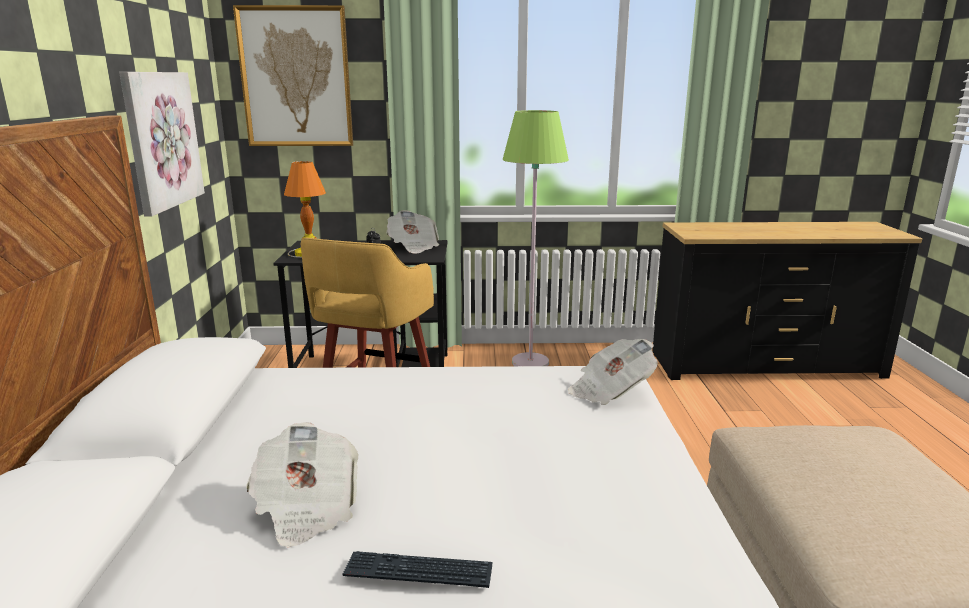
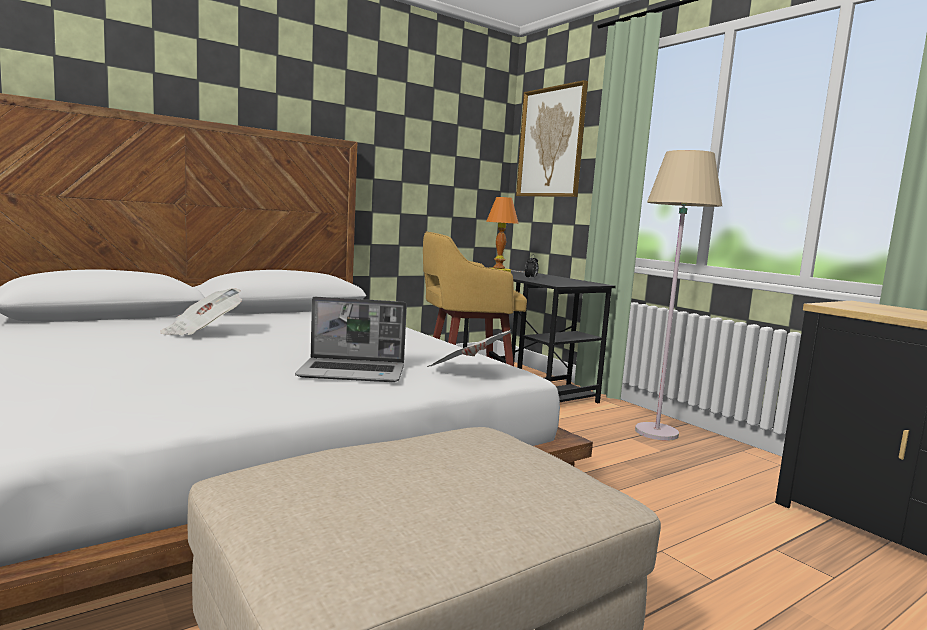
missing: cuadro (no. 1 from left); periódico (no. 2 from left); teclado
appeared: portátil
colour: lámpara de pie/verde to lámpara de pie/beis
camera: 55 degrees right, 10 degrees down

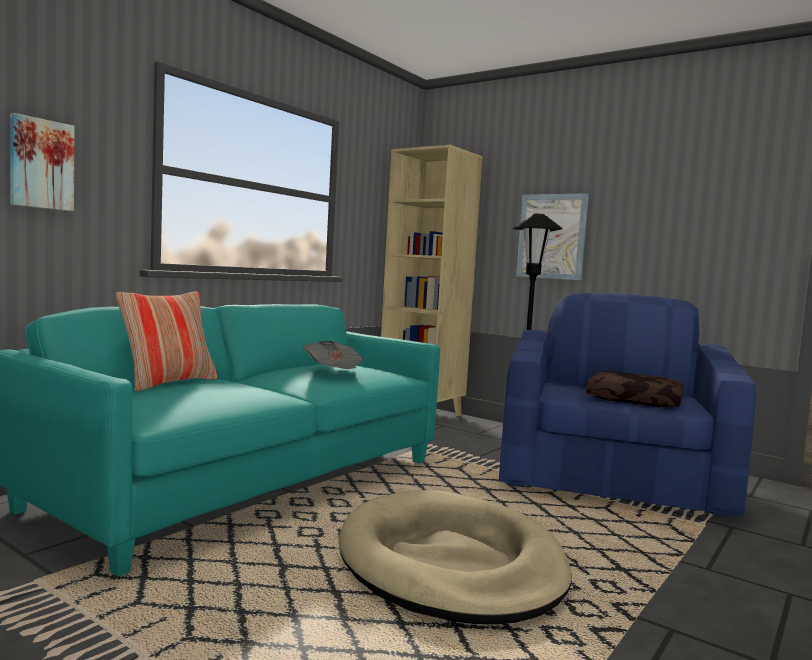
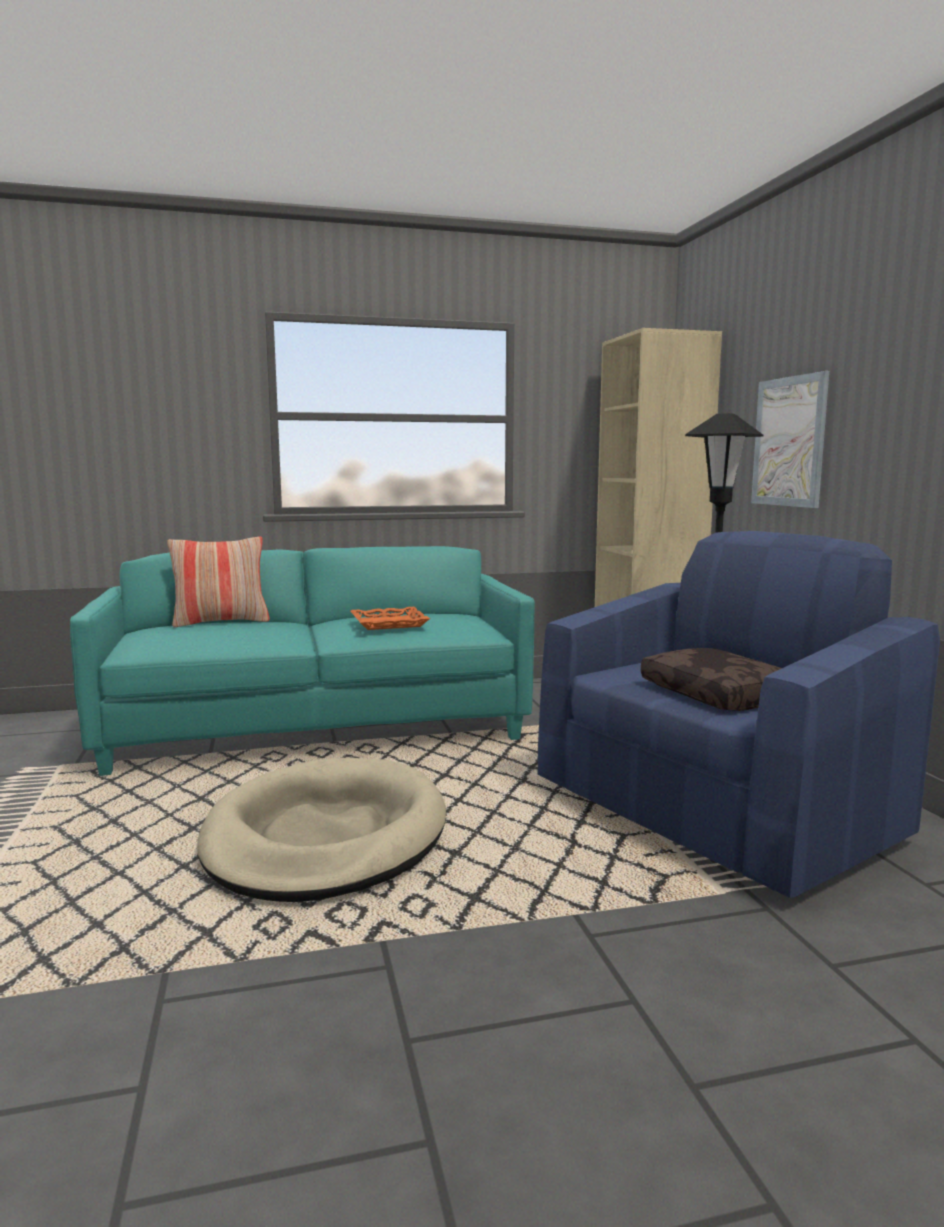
missing: cuadro (no. 1 from left)
exchanged: periódico to bandeja/naranja
camera: 40 degrees right, 5 degrees up

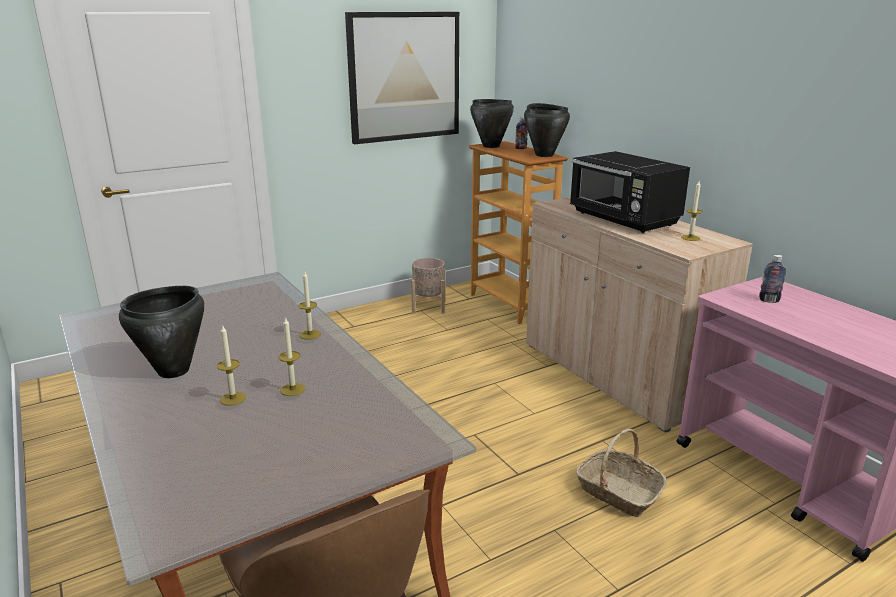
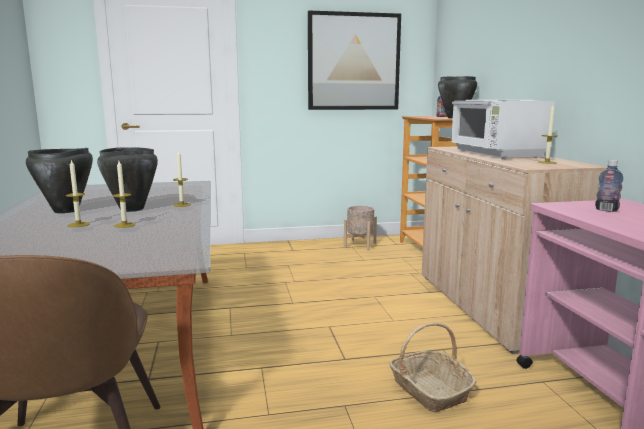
relocated: olla/negro (no. 2 from left)
colour: microondas/negro to microondas/blanco
camera: 20 degrees right, 10 degrees down

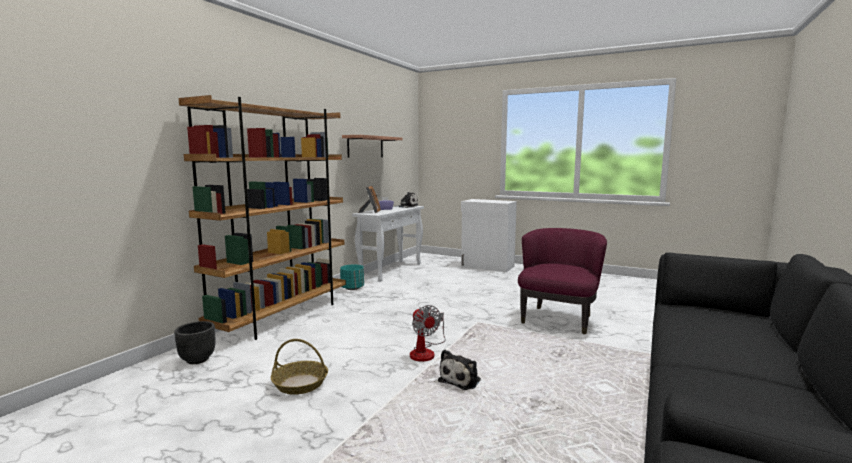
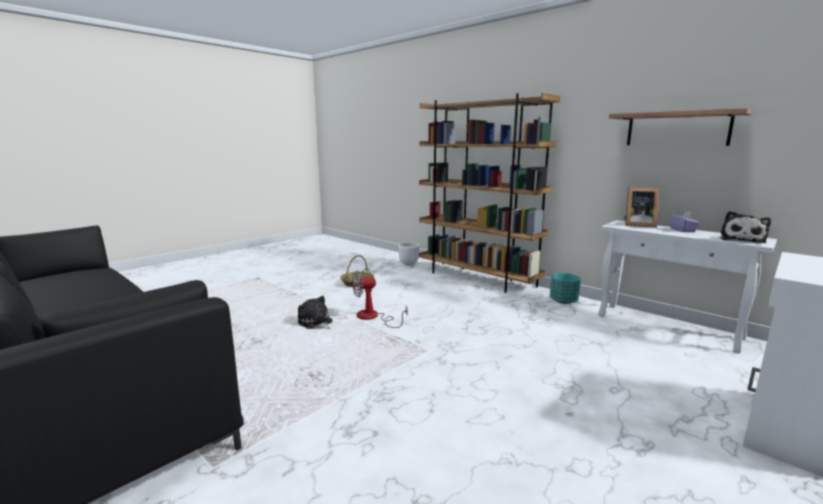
missing: sillón/morado
colour: maceta/negro to maceta/blanco
camera: 105 degrees right, 5 degrees up

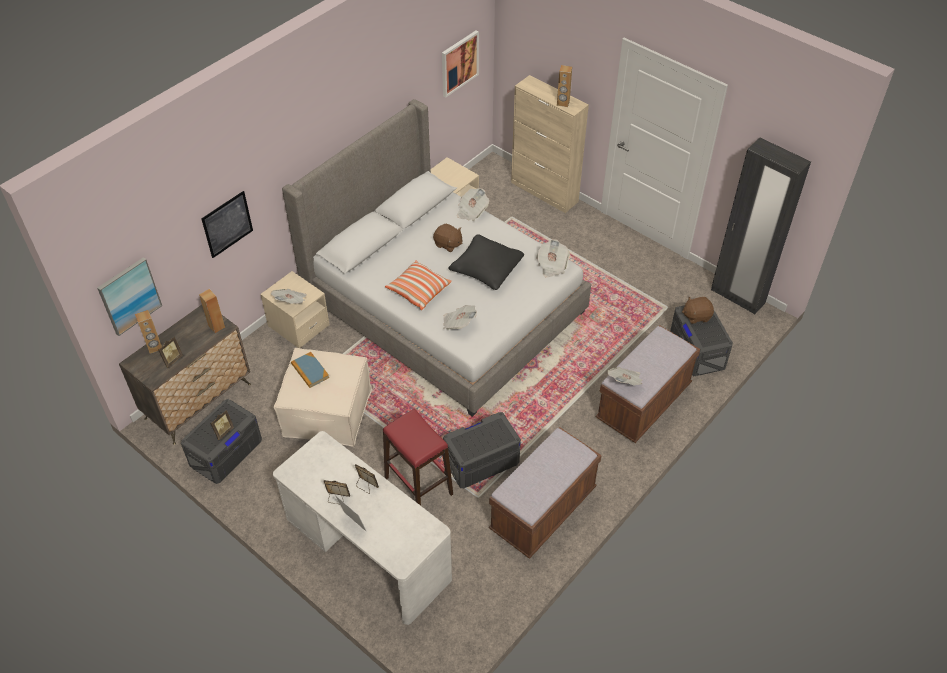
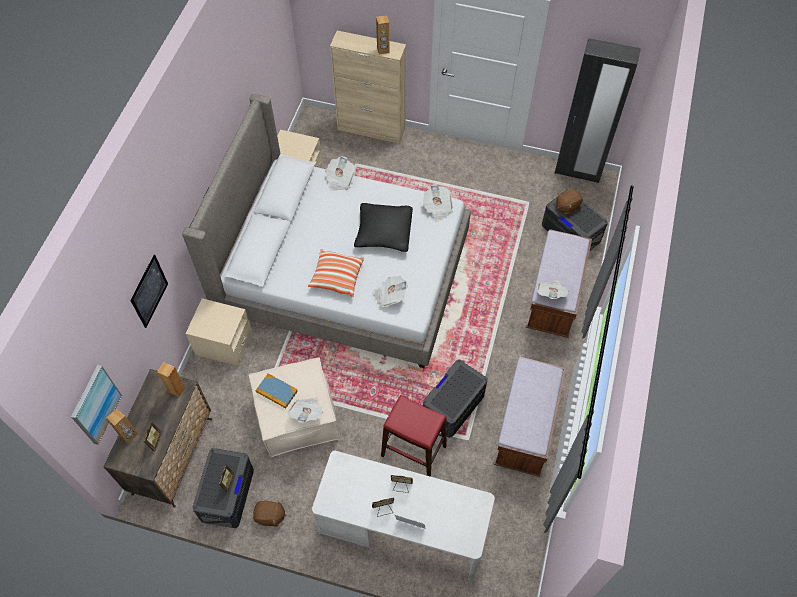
missing: cuadro (no. 3 from left)
relocated: peluche/marrón (no. 1 from left); periódico (no. 1 from left)
camera: 25 degrees left, 10 degrees up

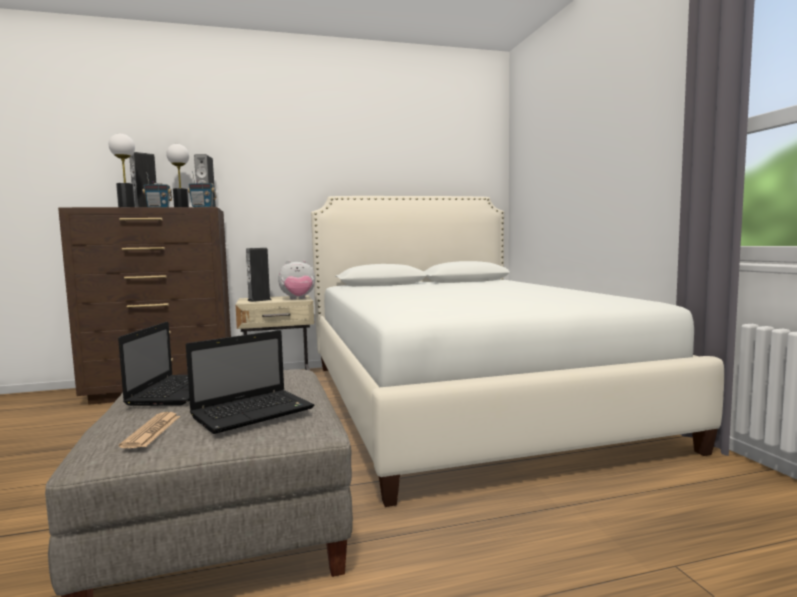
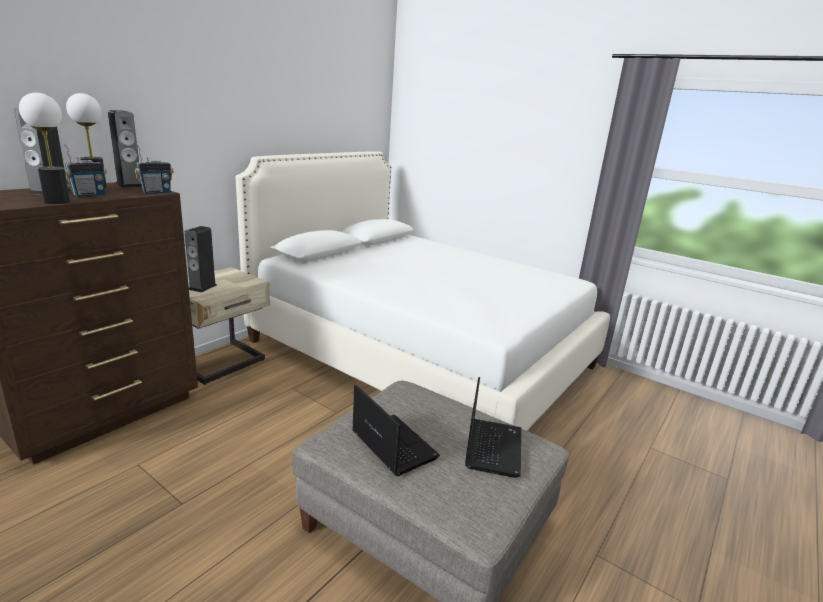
missing: peluche; periódico
camera: 40 degrees left, 15 degrees up

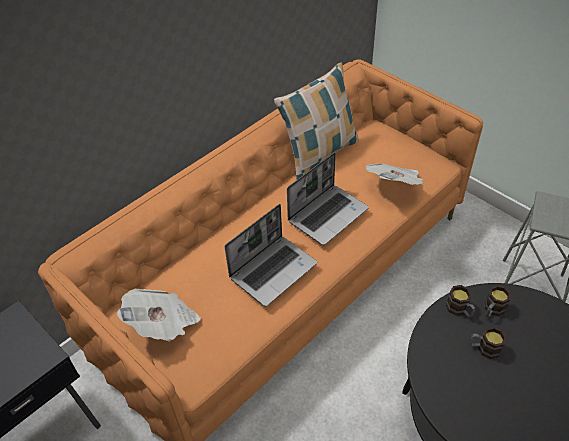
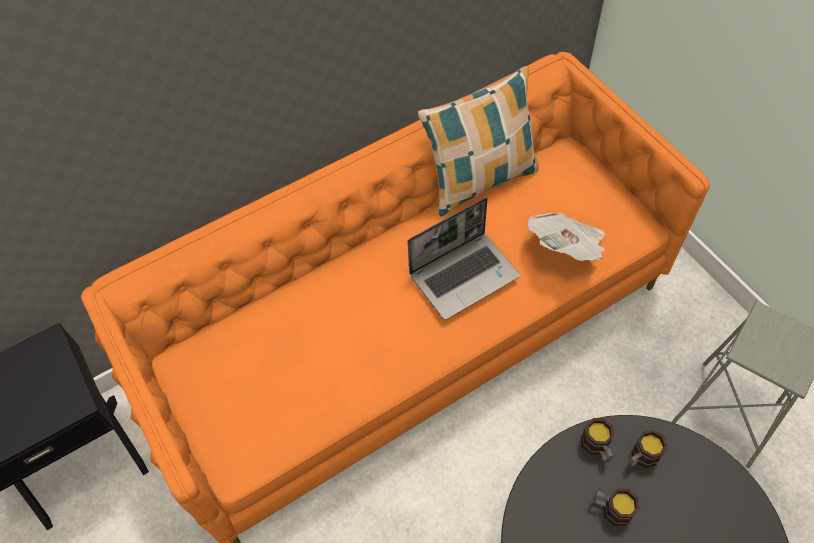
missing: portátil (no. 1 from left); periódico (no. 1 from left)
camera: 15 degrees right, 10 degrees up

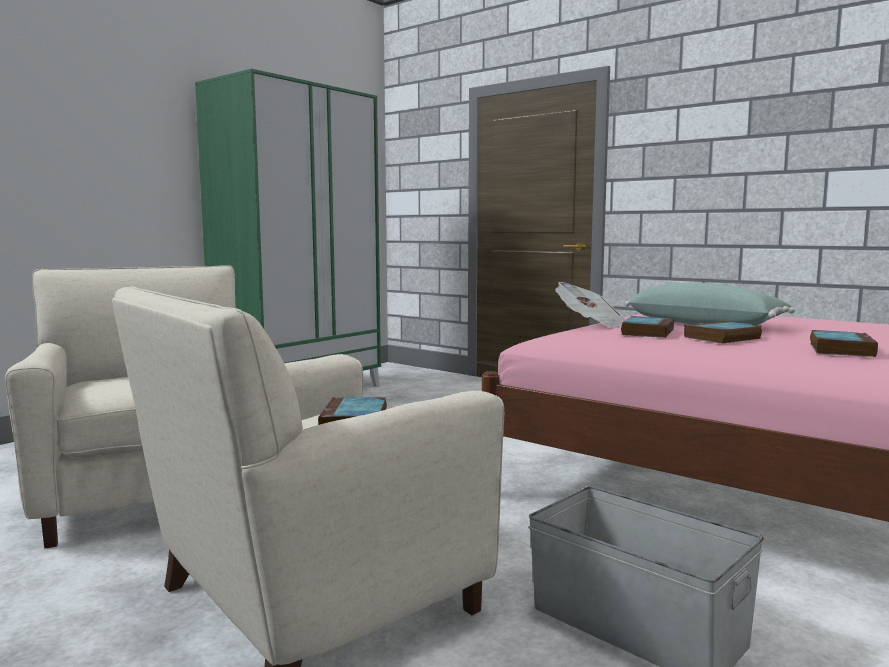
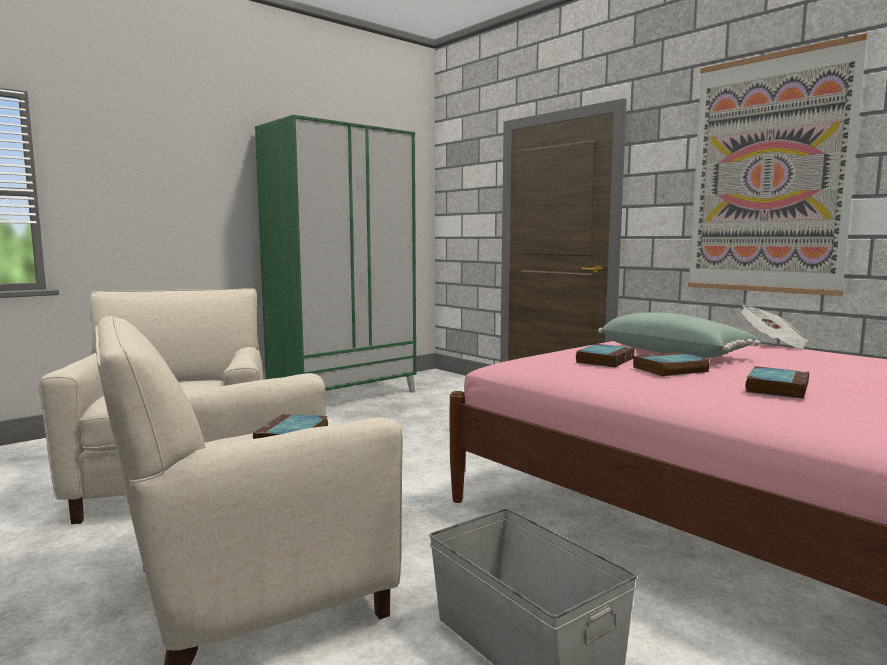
appeared: cuadro
relocated: periódico
camera: 10 degrees right, 0 degrees up

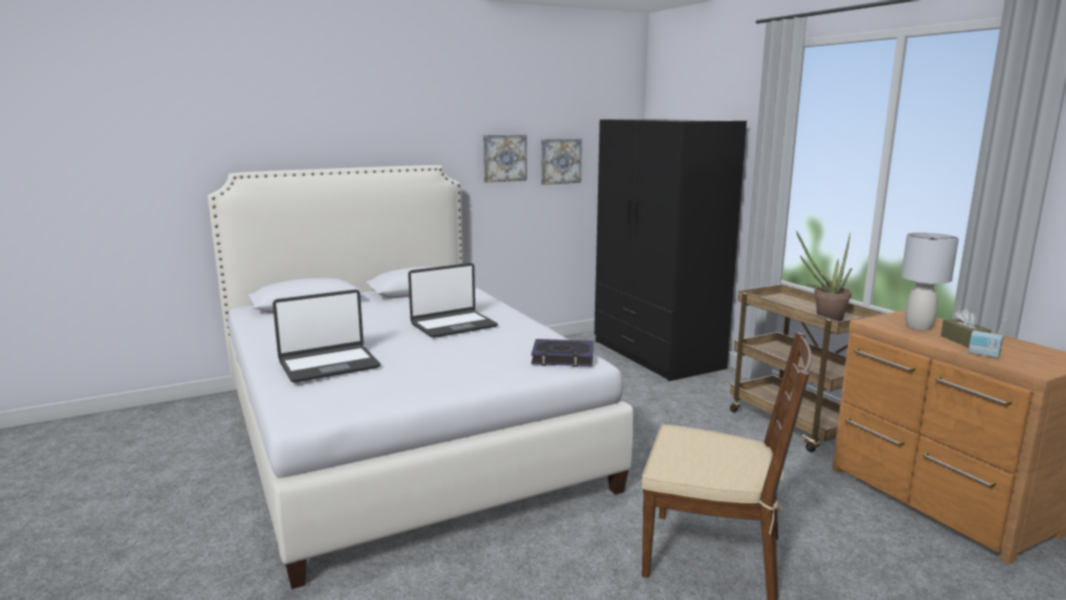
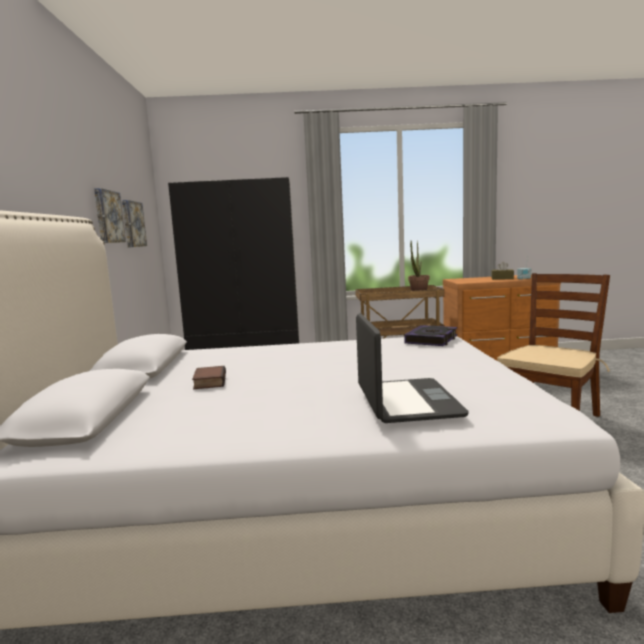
missing: lámpara de mesa/gris; portátil (no. 2 from left)
appeared: libro (no. 1 from left)
camera: 65 degrees left, 5 degrees down

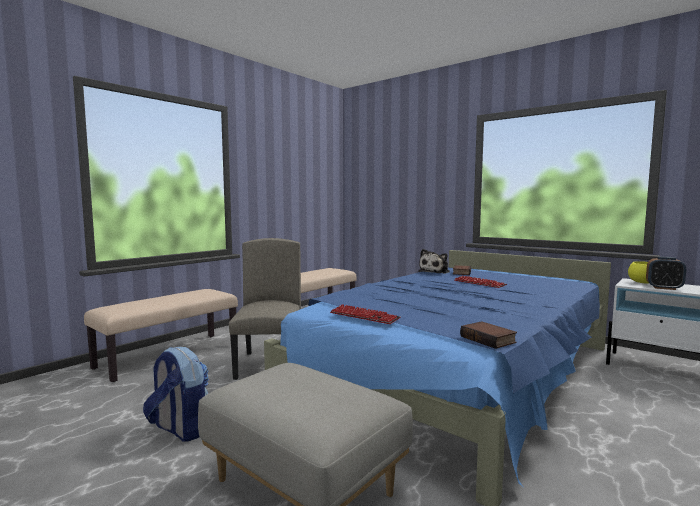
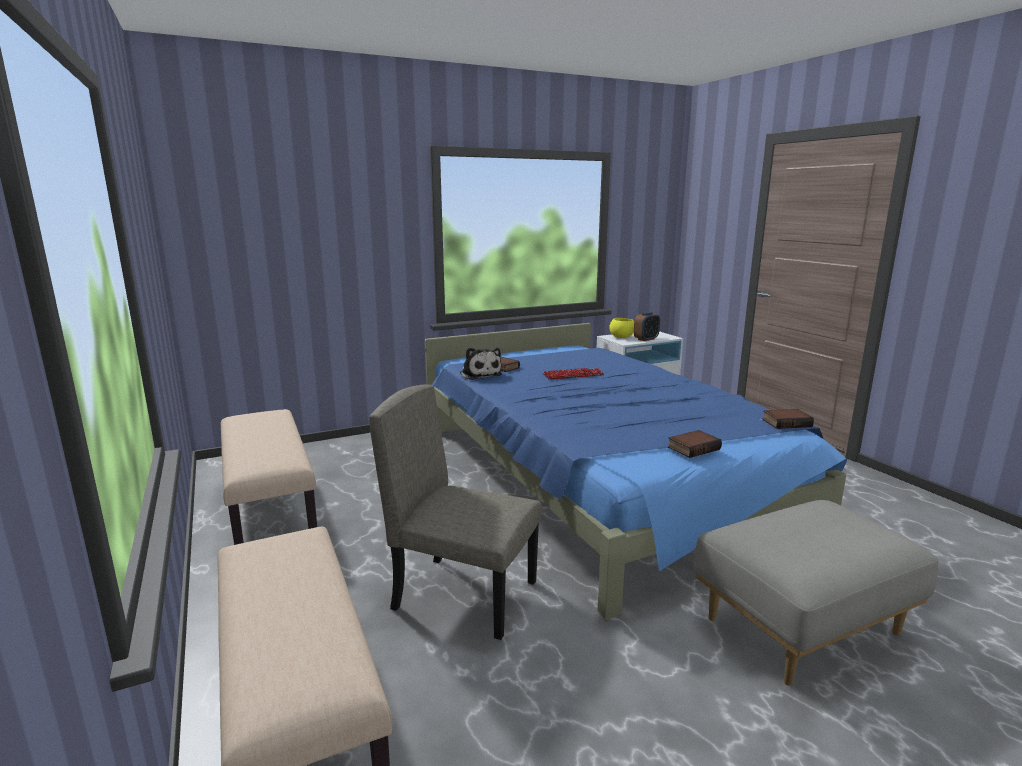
missing: mochila
exchanged: teclado (no. 1 from left) to libro (no. 2 from left)
camera: 65 degrees left, 10 degrees up

